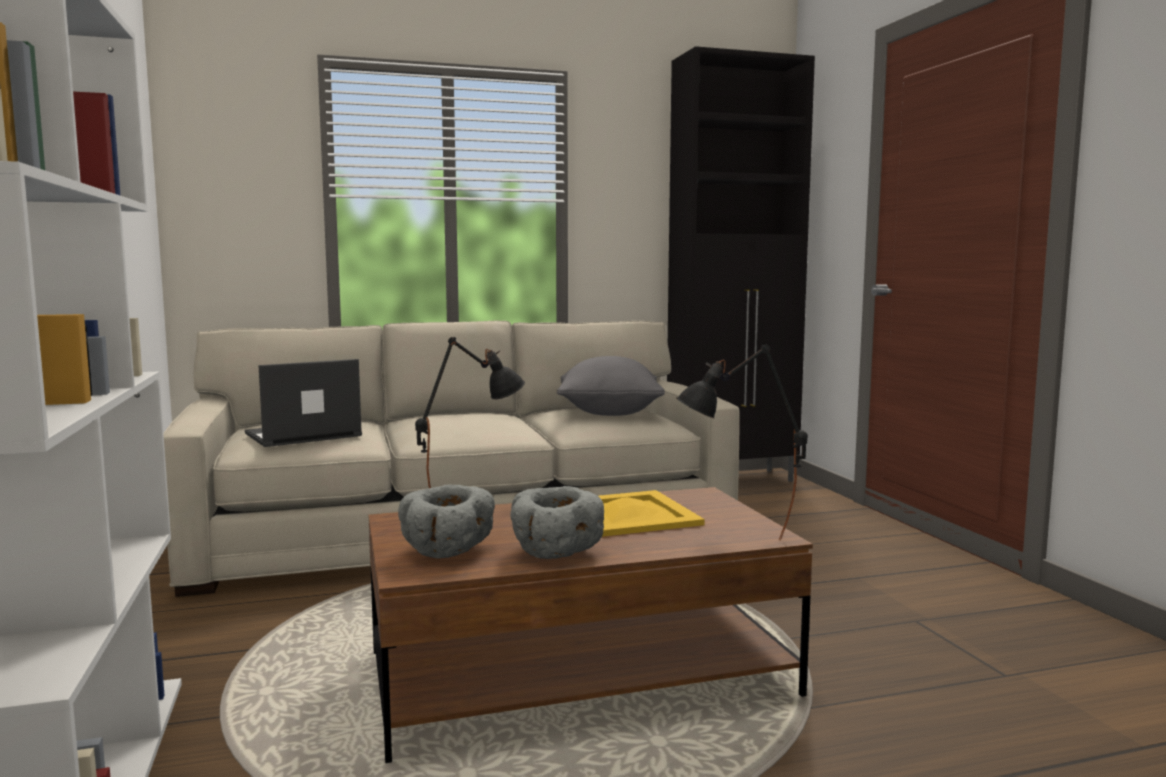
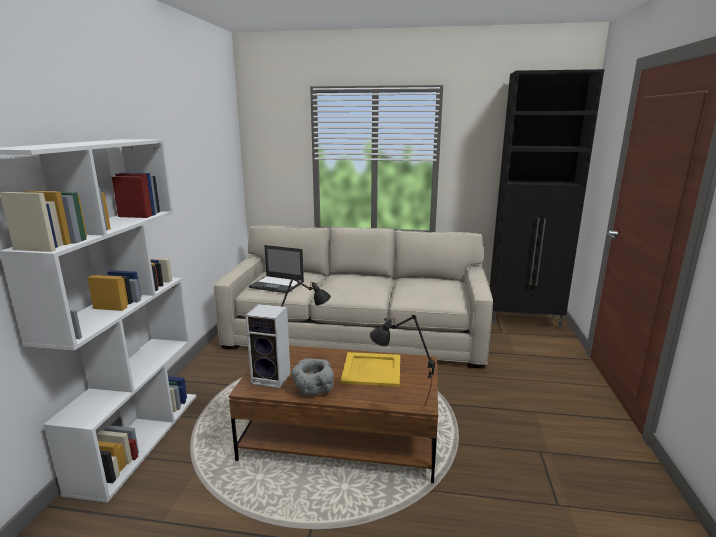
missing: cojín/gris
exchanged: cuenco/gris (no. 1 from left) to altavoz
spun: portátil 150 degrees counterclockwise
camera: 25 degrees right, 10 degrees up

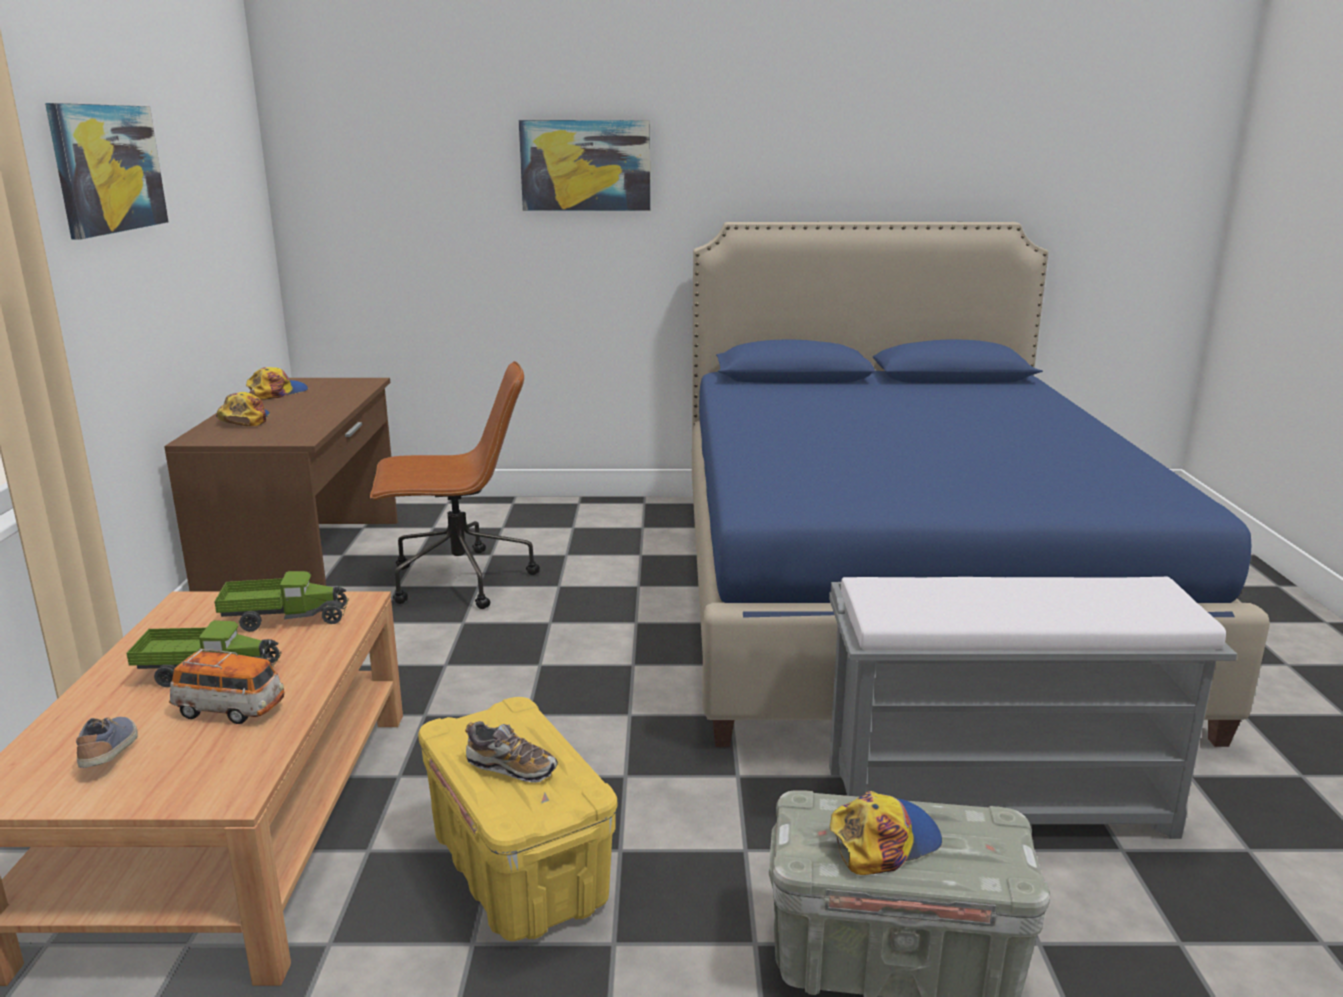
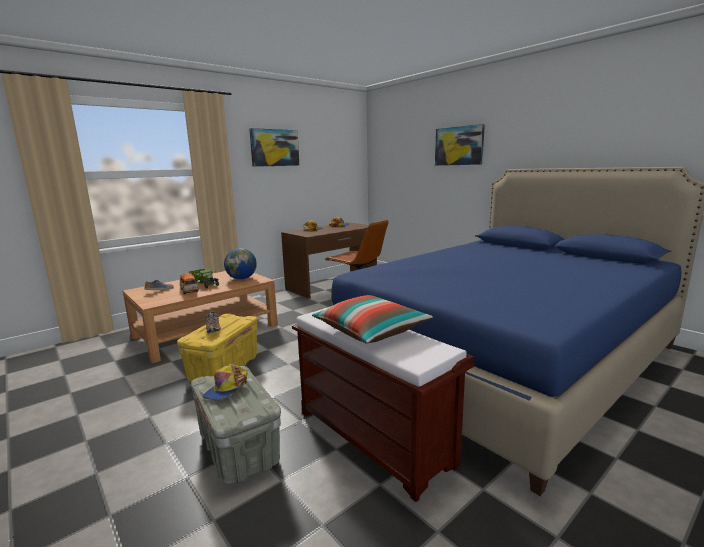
appeared: cojín
exchanged: camión de juguete (no. 2 from left) to globo terráqueo
colour: banco/gris to banco/marrón
spun: gorra (no. 3 from left in the first image) 90 degrees clockwise
camera: 50 degrees right, 5 degrees down

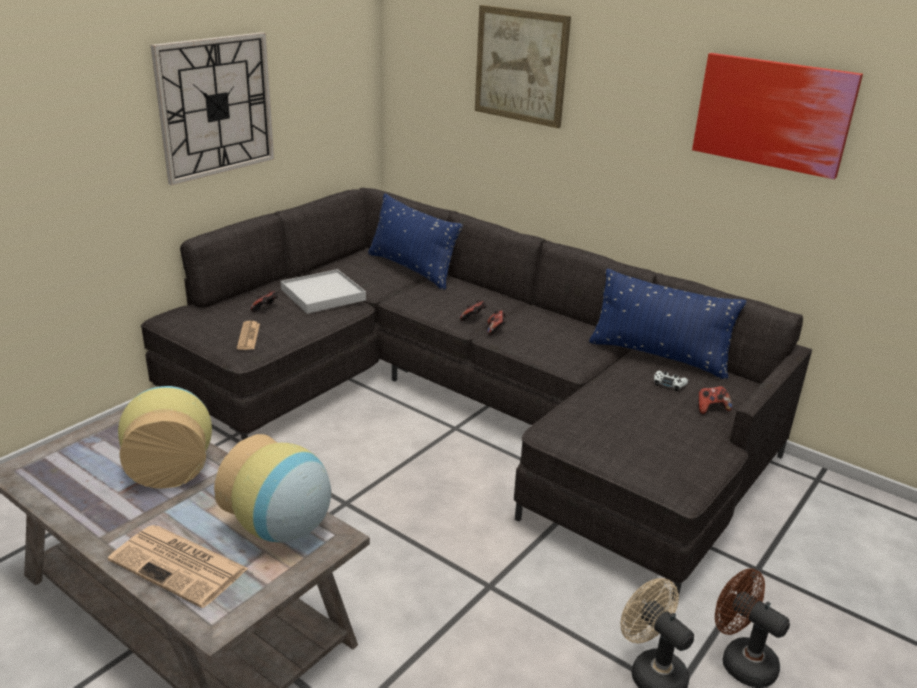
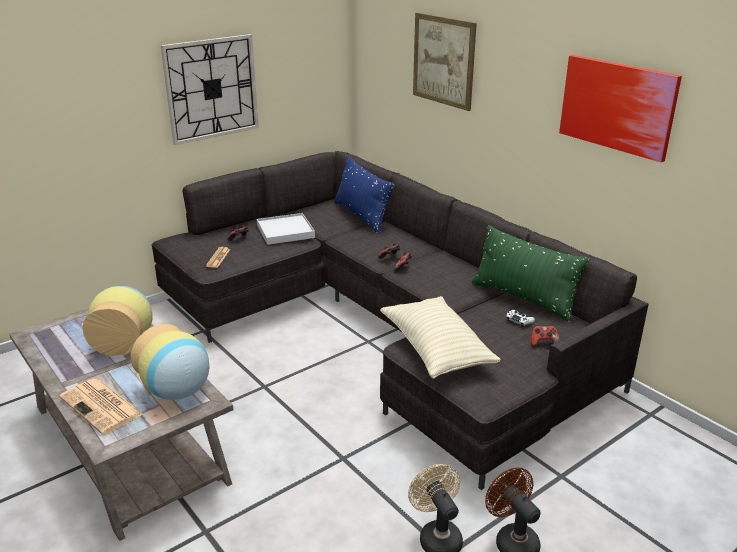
appeared: cojín/beis
colour: cojín/azul (no. 2 from left) to cojín/verde
camera: 15 degrees right, 0 degrees up

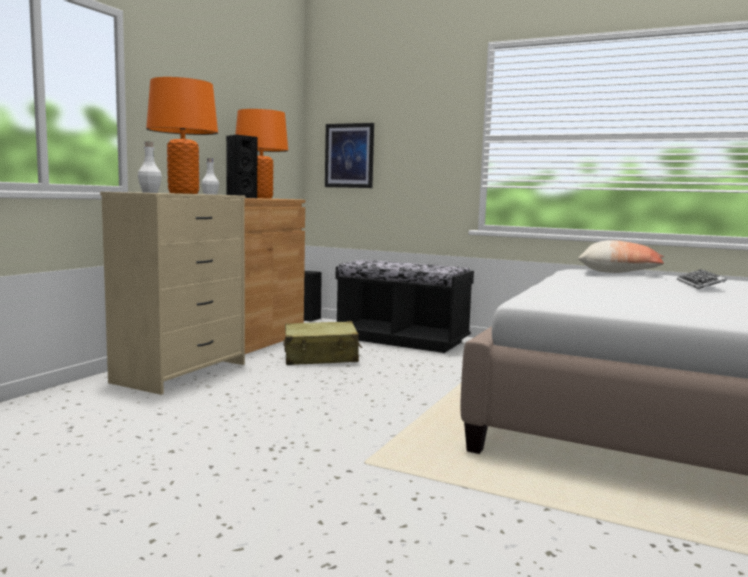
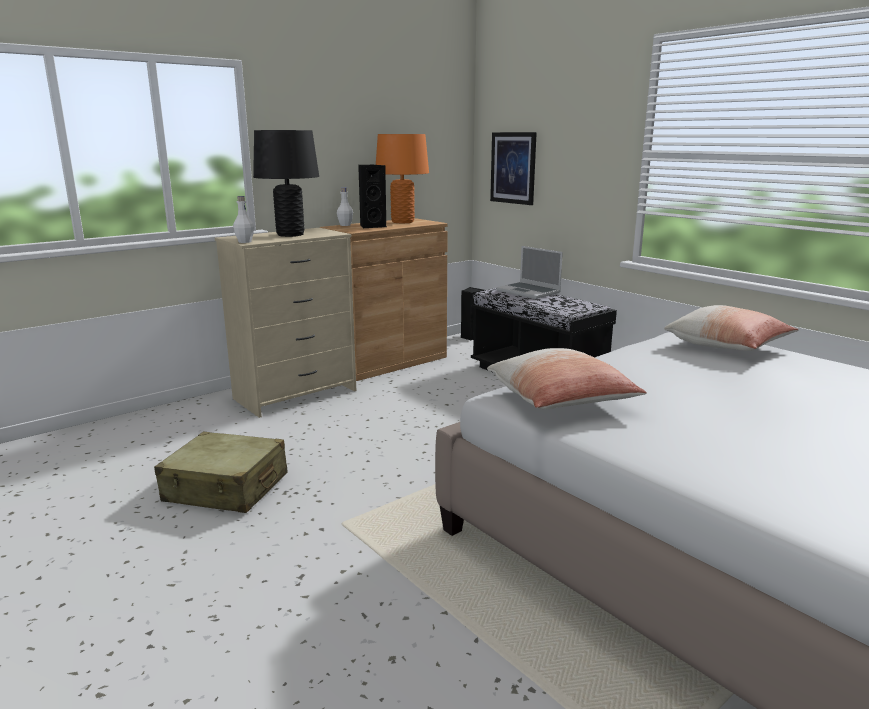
missing: teclado
appeared: portátil; cojín (no. 1 from left)
relocated: maleta/beis
colour: lámpara de mesa/naranja (no. 1 from left) to lámpara de mesa/negro
camera: 25 degrees right, 10 degrees up

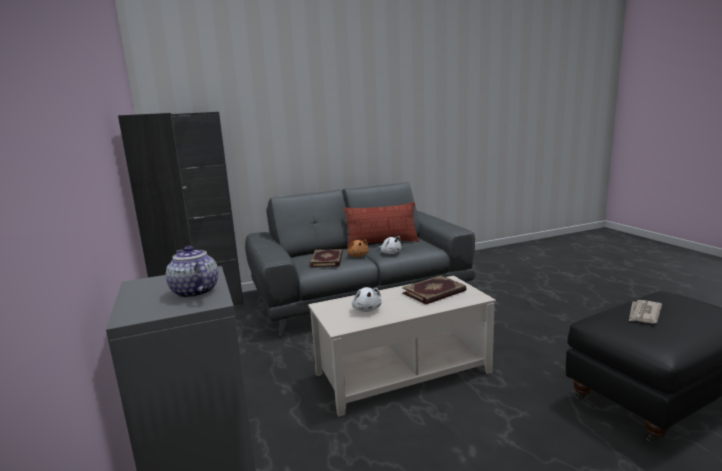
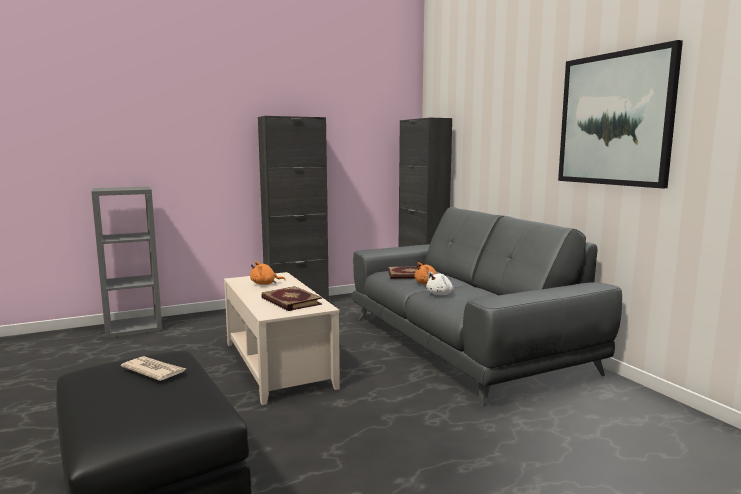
missing: cojín; tetera
appeared: cuadro
colour: peluche/blanco (no. 1 from left) to peluche/naranja (no. 1 from left)
camera: 85 degrees right, 5 degrees down

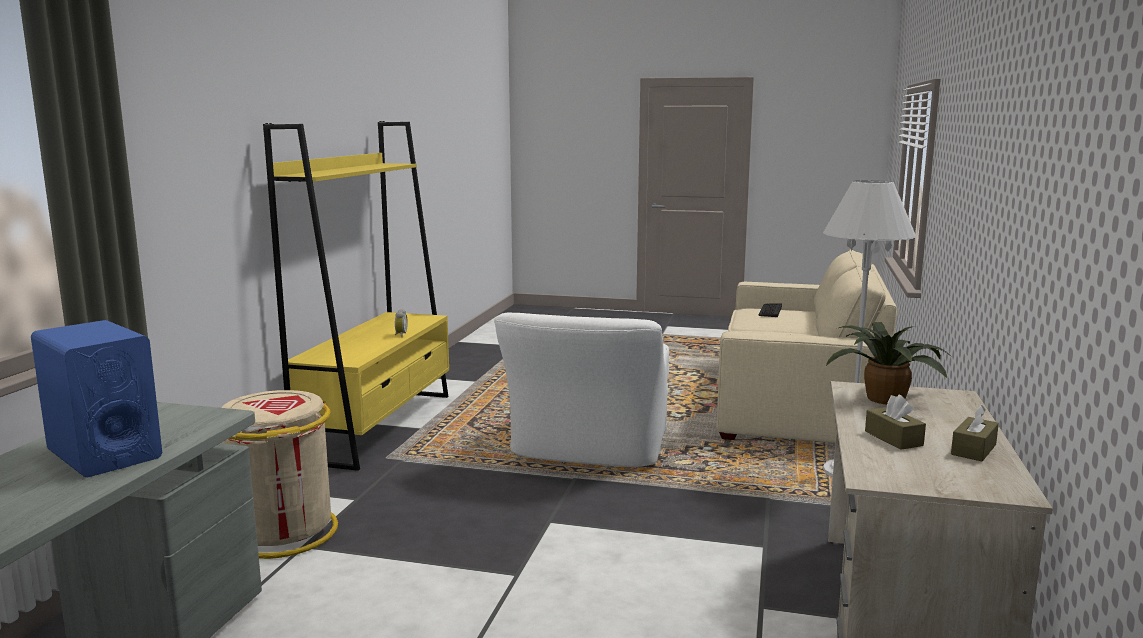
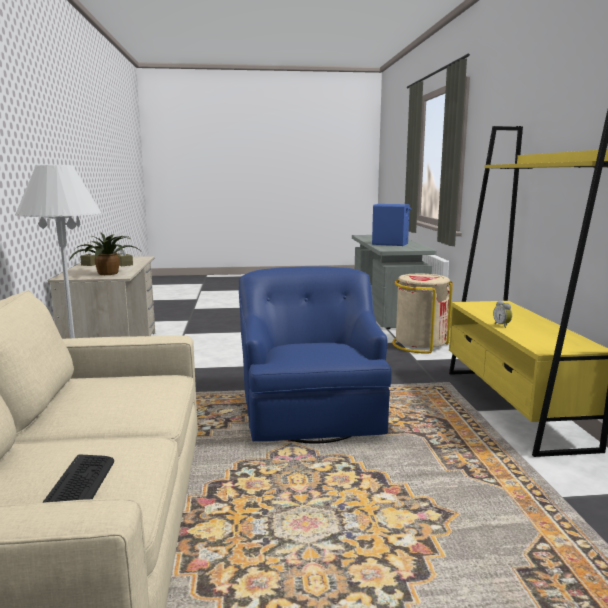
colour: sillón/blanco to sillón/azul
camera: 160 degrees right, 0 degrees up

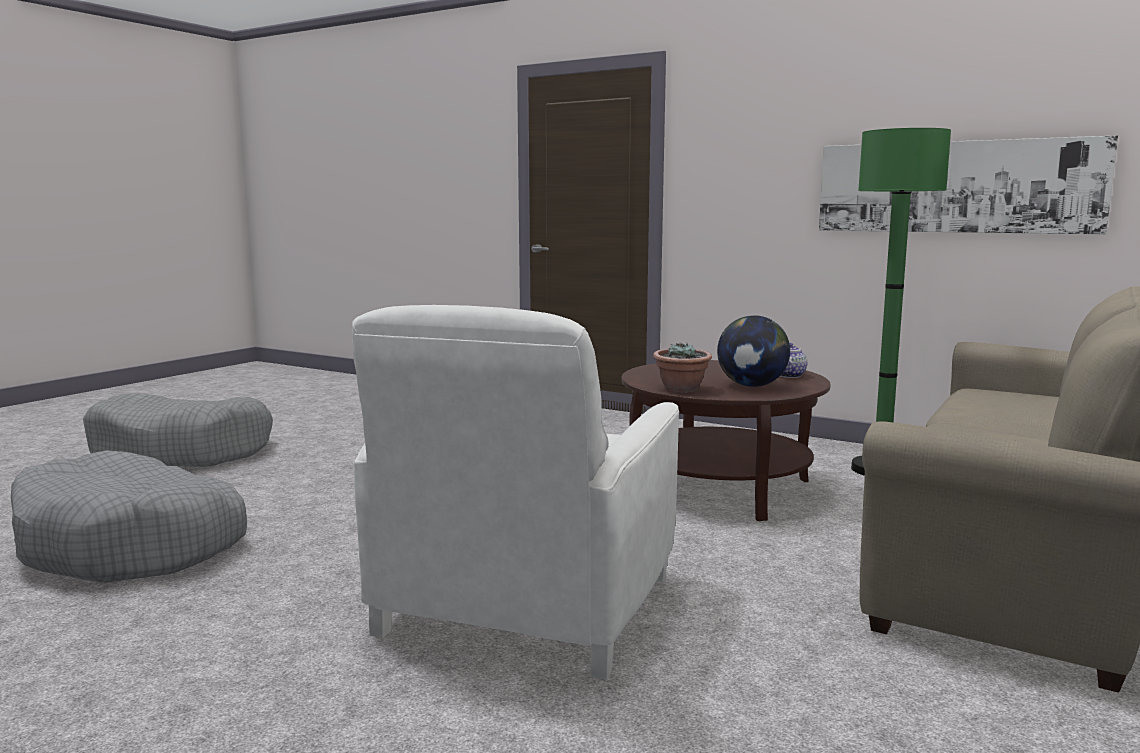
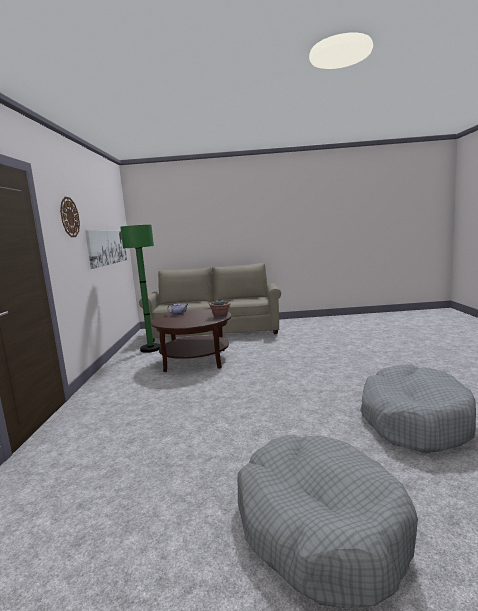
missing: sillón/blanco; globo terráqueo
appeared: reloj de pared
camera: 120 degrees left, 0 degrees up

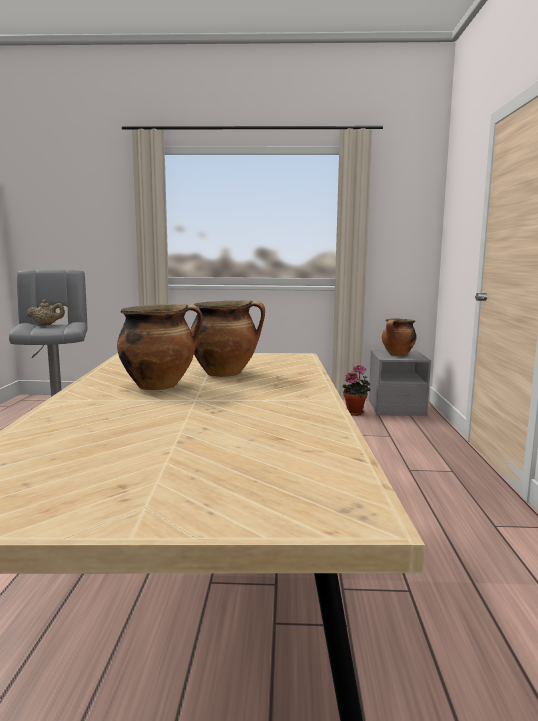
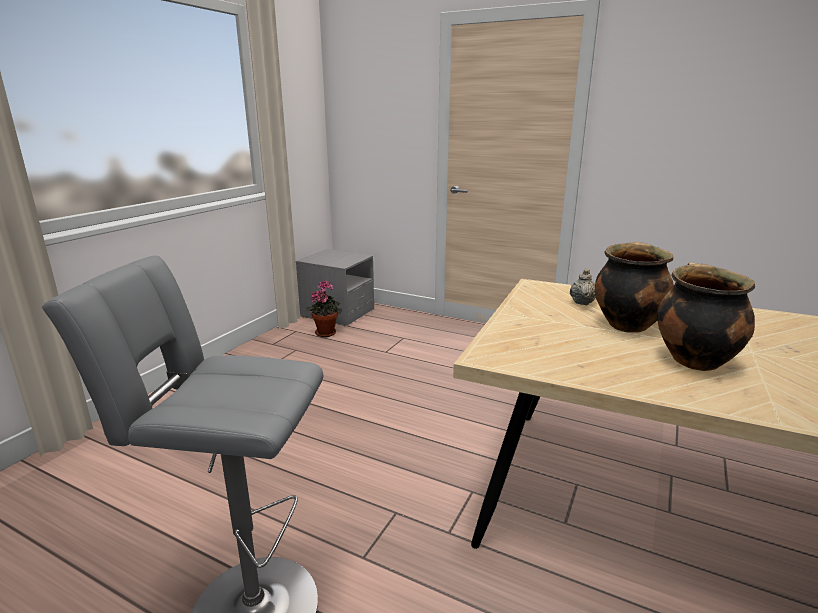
missing: olla (no. 3 from left)
relocated: tetera/beis
camera: 65 degrees left, 10 degrees up

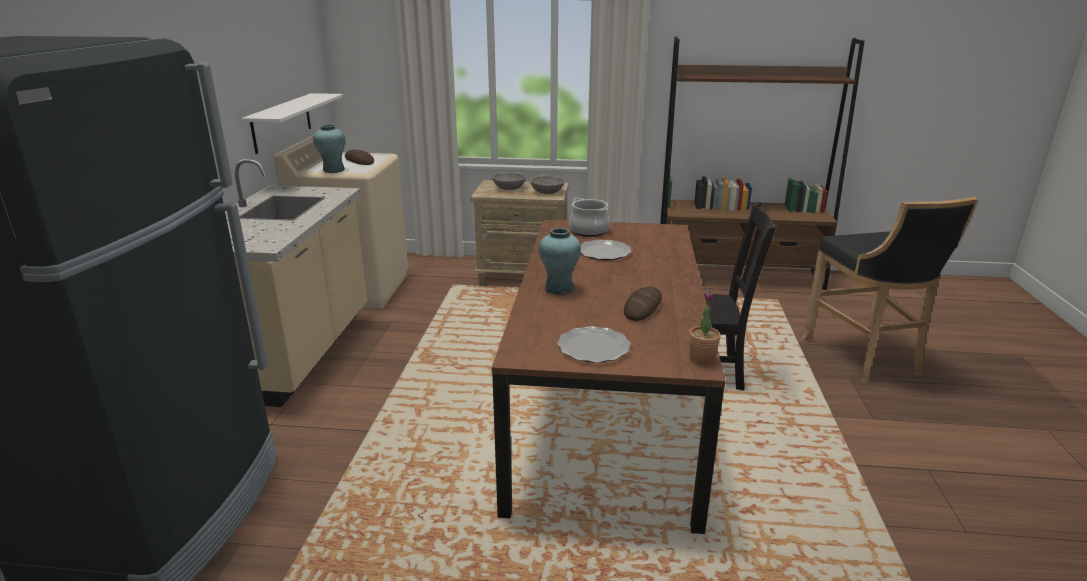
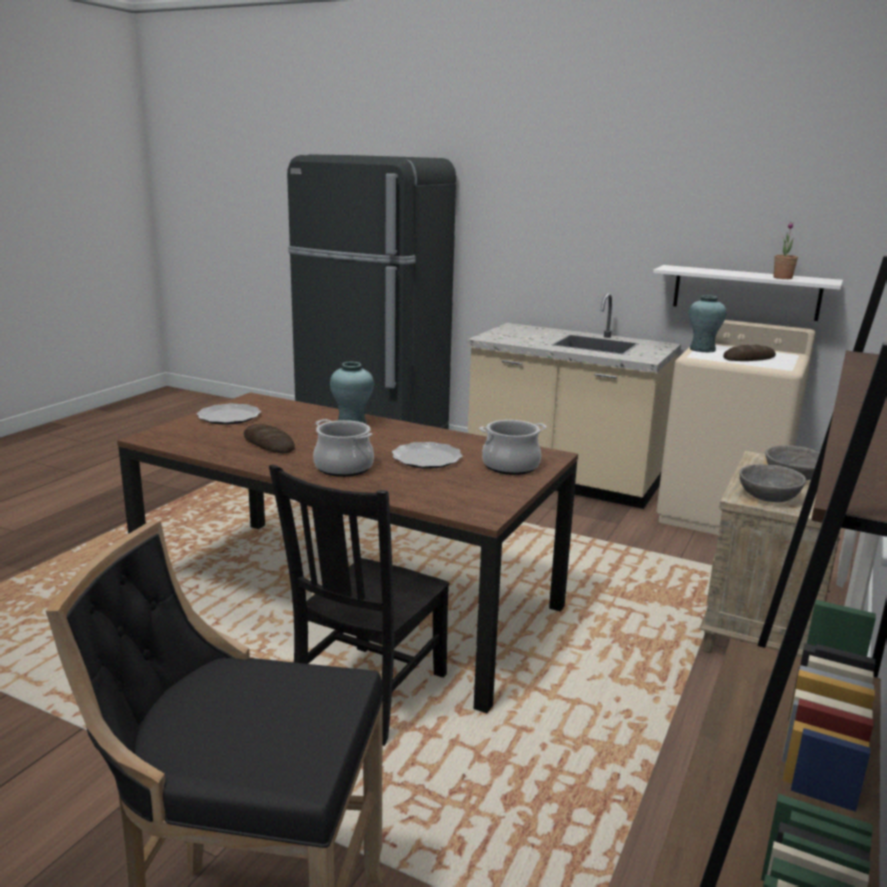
appeared: olla (no. 1 from left)
relocated: planta en maceta
camera: 110 degrees right, 5 degrees down

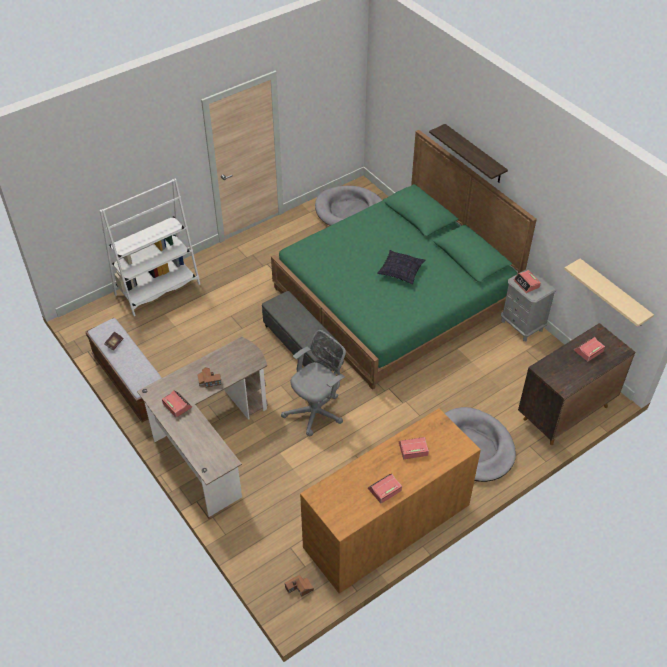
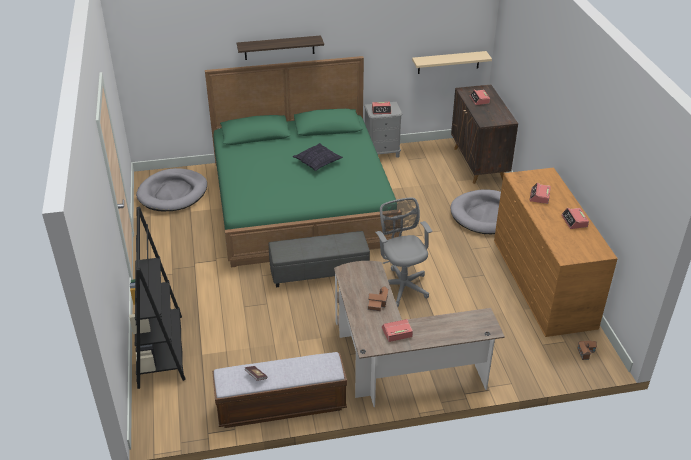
colour: estantería/blanco to estantería/negro
camera: 65 degrees left, 10 degrees down

